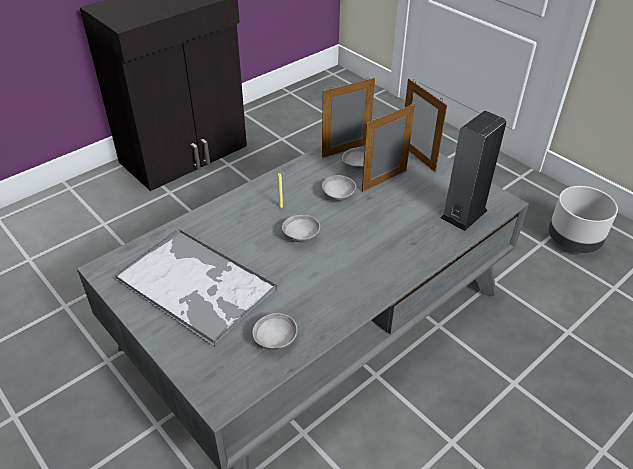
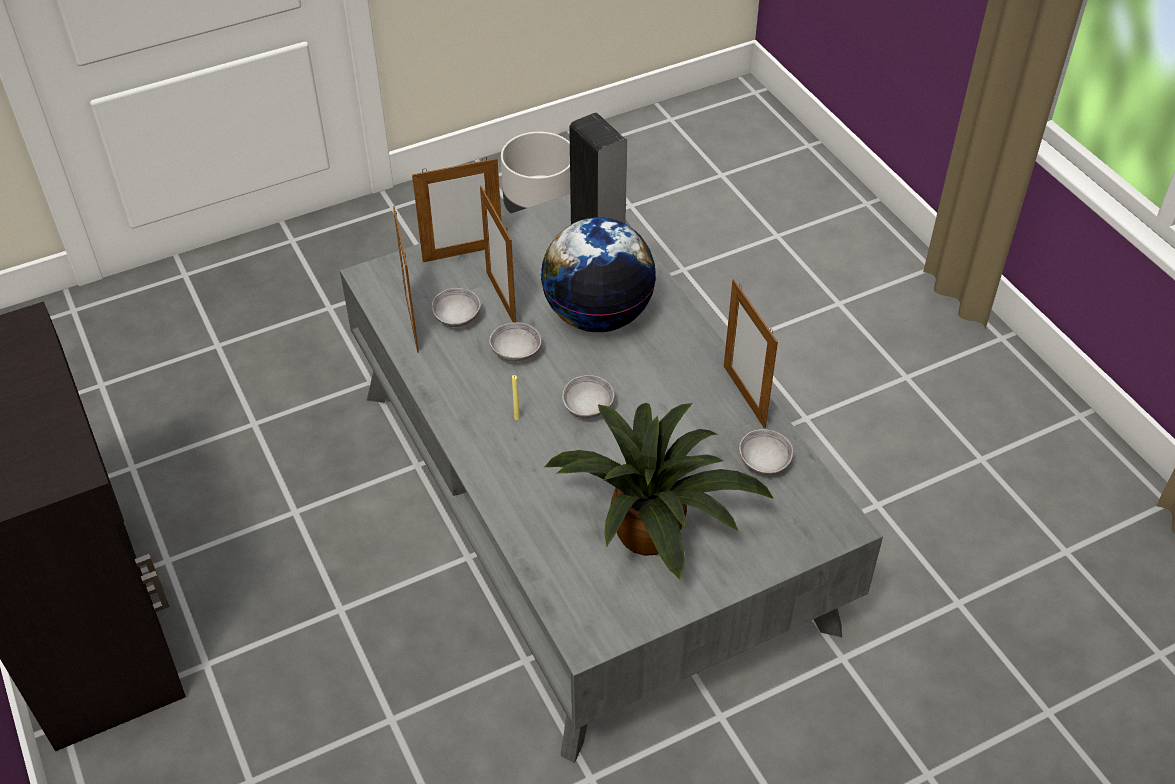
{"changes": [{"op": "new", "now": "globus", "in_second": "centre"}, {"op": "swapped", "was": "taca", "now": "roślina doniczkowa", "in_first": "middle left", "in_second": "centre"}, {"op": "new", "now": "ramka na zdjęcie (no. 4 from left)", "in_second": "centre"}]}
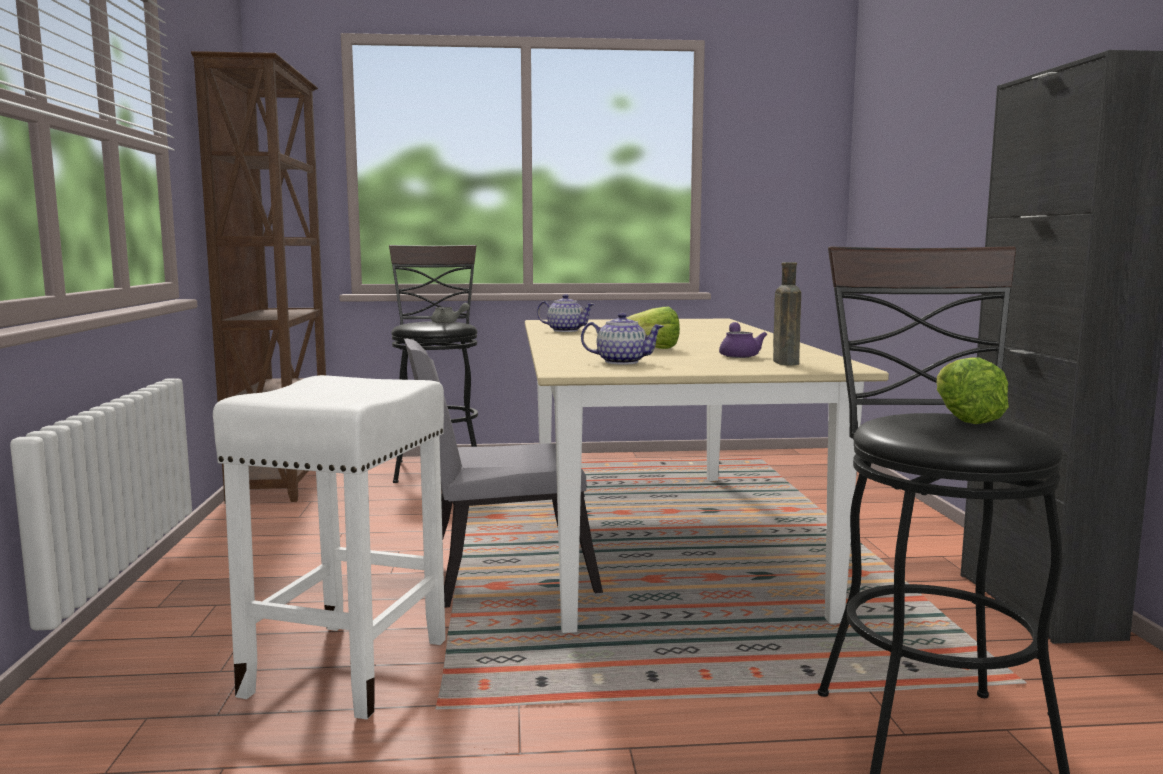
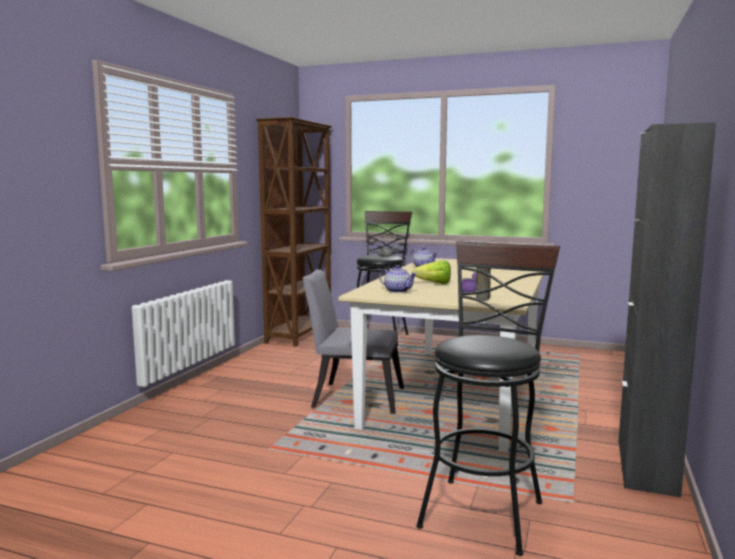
{"changes": [{"op": "gone", "was": "stołek (biały)", "in_first": "bottom left"}, {"op": "gone", "was": "sałata (no. 2 from left)", "in_first": "middle right"}]}
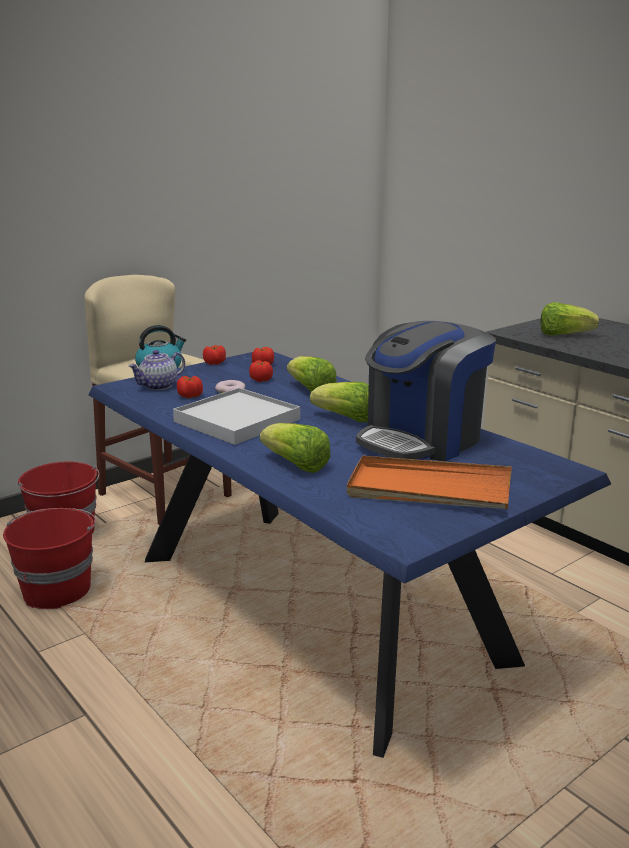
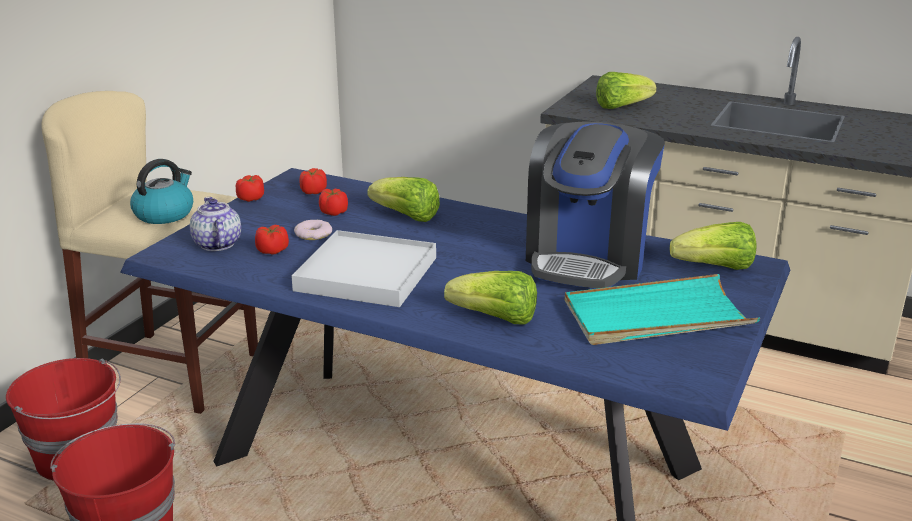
{"changes": [{"op": "rotated", "was": "imbryk", "in_first": "middle left", "in_second": "middle left", "clockwise": 135}, {"op": "repainted", "was": "taca (pomarańczowy)", "now": "taca (turkusowy)", "in_first": "middle right", "in_second": "middle right"}, {"op": "shifted", "was": "sałata (no. 3 from left in the first image)", "now": "sałata (no. 4 from left)", "in_first": "centre", "in_second": "middle right"}]}
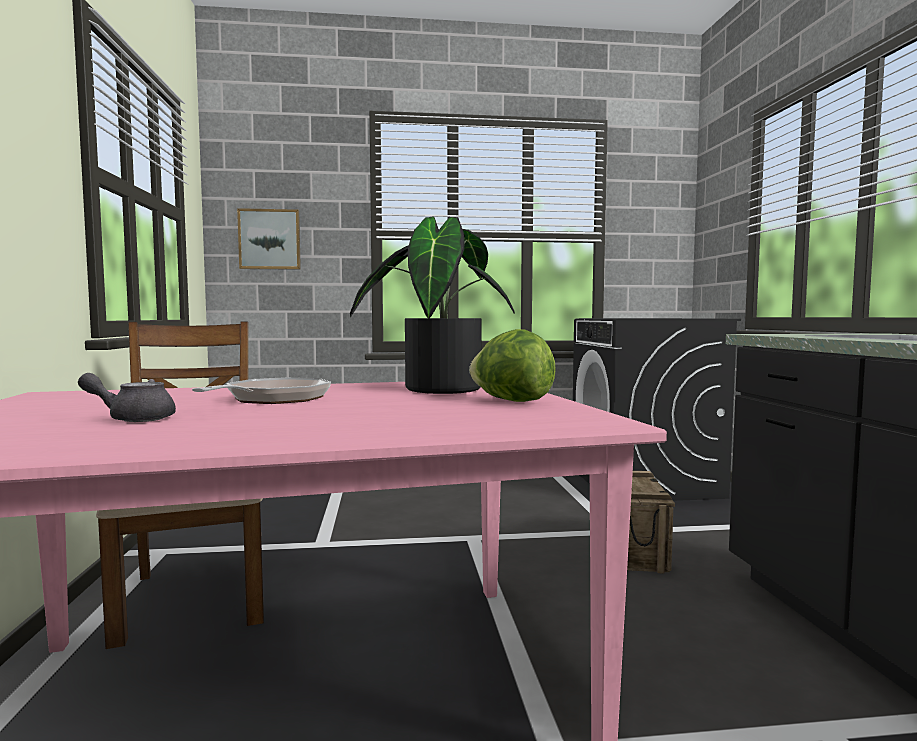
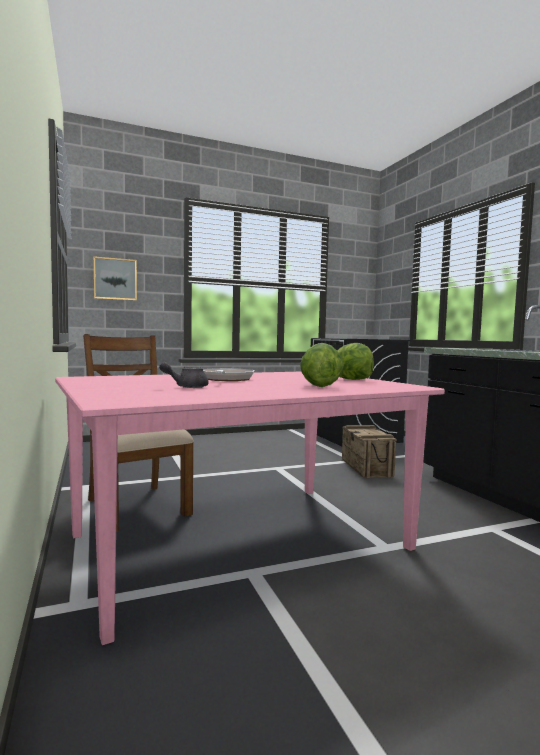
{"changes": [{"op": "new", "now": "sałata (no. 1 from left)", "in_second": "centre"}, {"op": "gone", "was": "roślina doniczkowa", "in_first": "centre"}]}
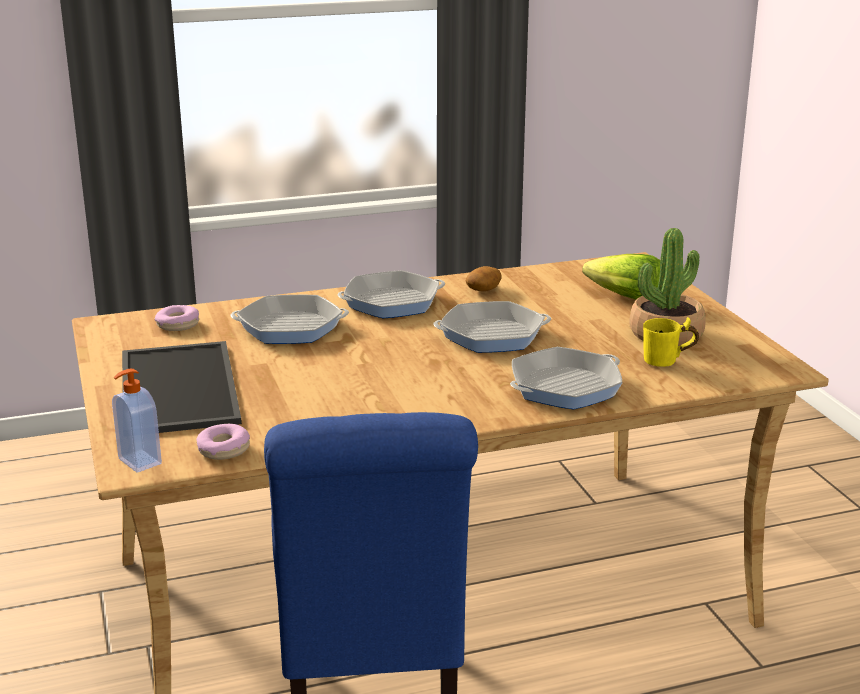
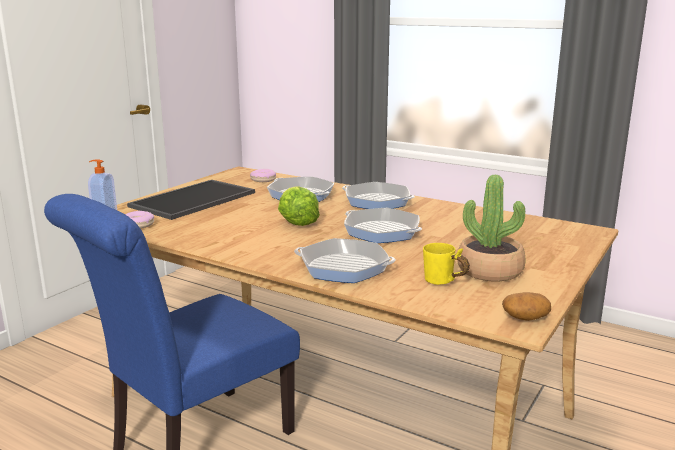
{"changes": [{"op": "shifted", "was": "sałata", "in_first": "middle right", "in_second": "centre"}, {"op": "shifted", "was": "ziemniak", "in_first": "centre", "in_second": "bottom right"}]}
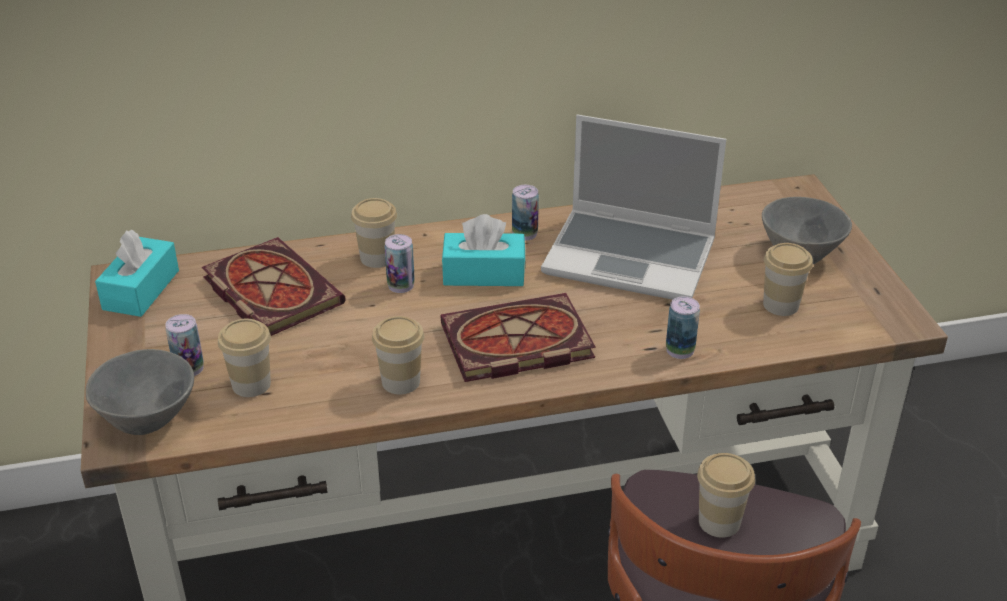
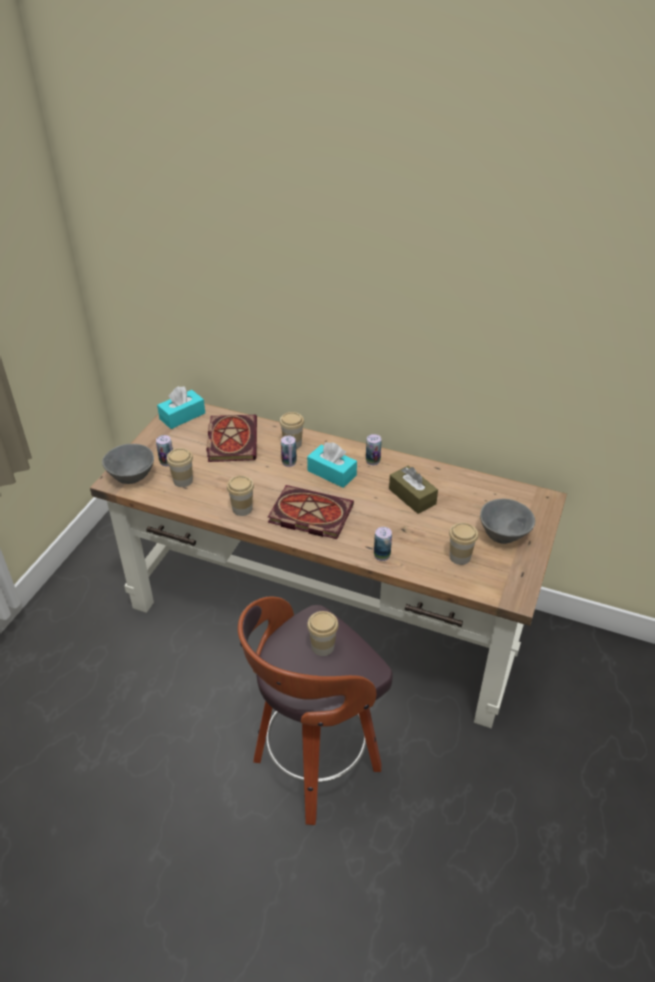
{"changes": [{"op": "swapped", "was": "laptop", "now": "pudełko chusteczek (brązowy)", "in_first": "centre", "in_second": "centre"}]}
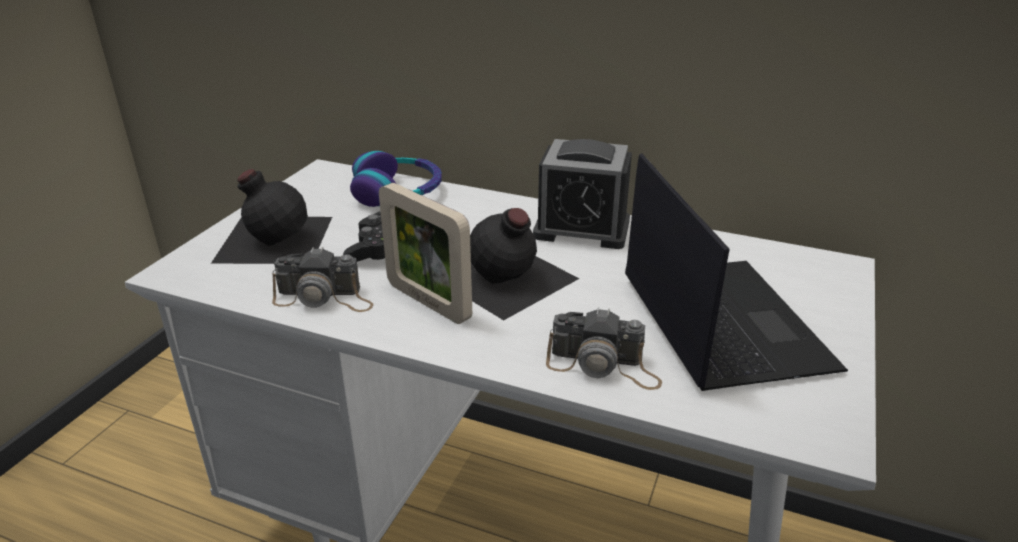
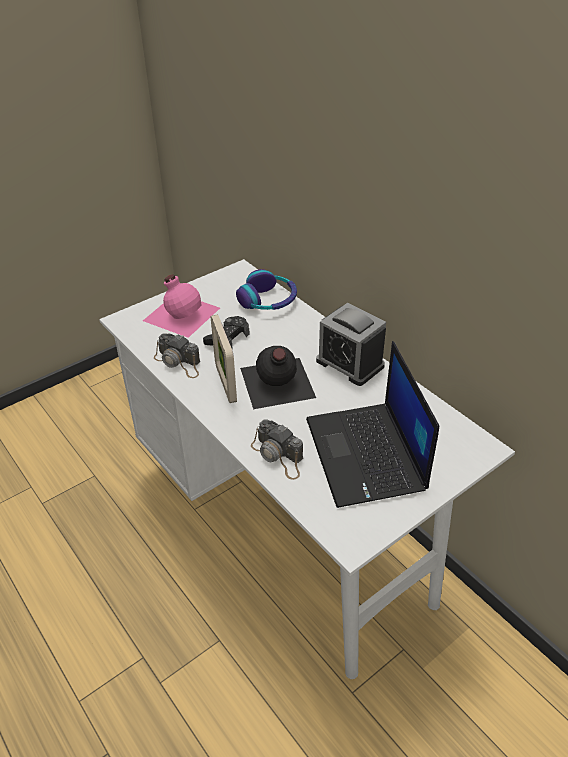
{"changes": [{"op": "repainted", "was": "butelka (czarny) (no. 1 from left)", "now": "butelka (różowy)", "in_first": "middle left", "in_second": "middle left"}, {"op": "rotated", "was": "laptop", "in_first": "middle right", "in_second": "centre", "clockwise": 150}]}
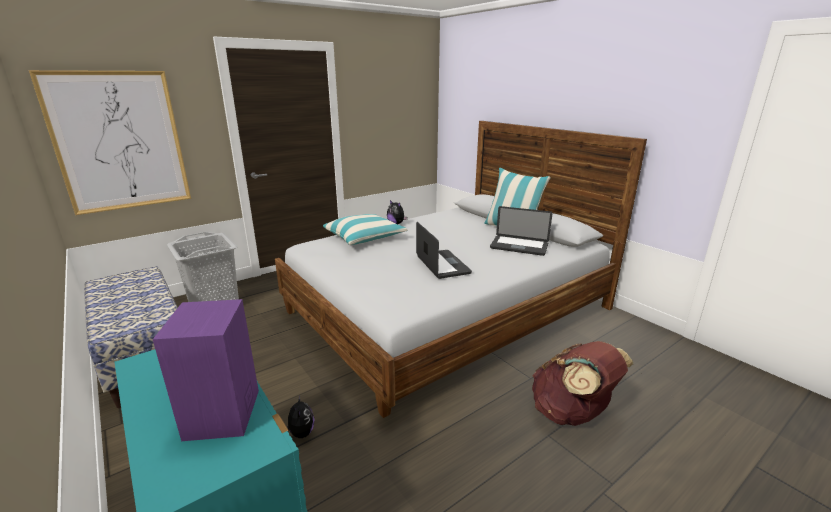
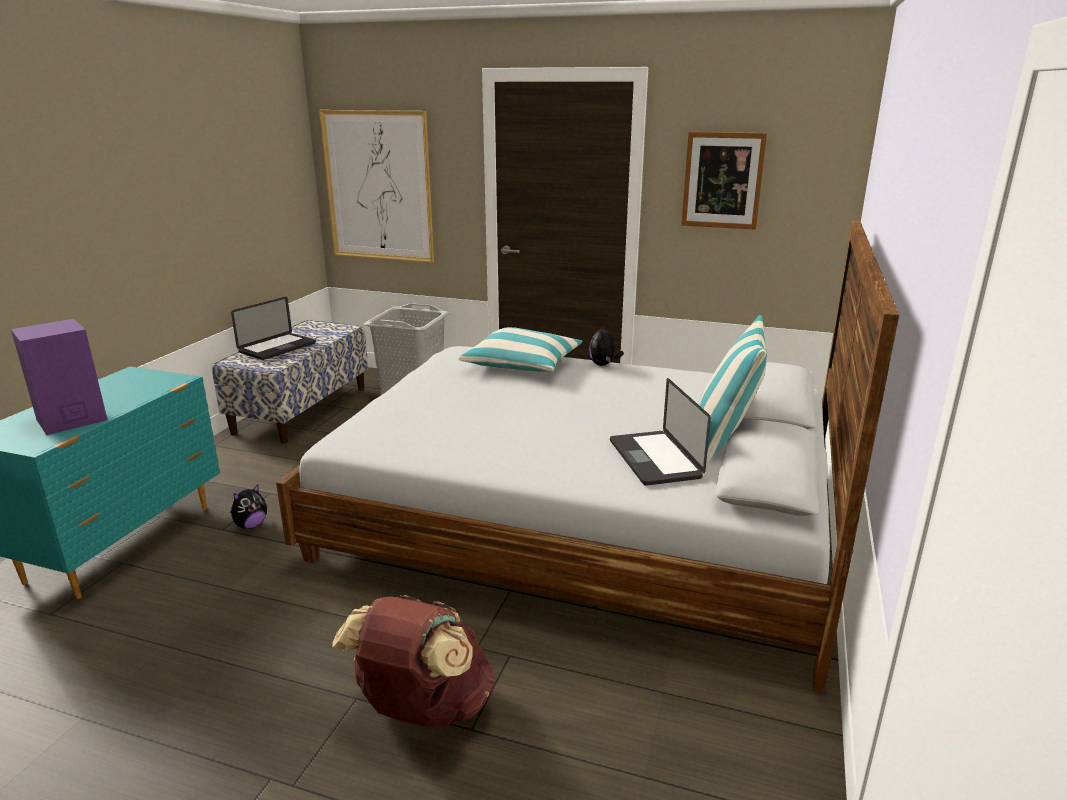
{"changes": [{"op": "shifted", "was": "laptop (no. 1 from left)", "in_first": "centre", "in_second": "middle left"}, {"op": "new", "now": "obraz (no. 2 from left)", "in_second": "top right"}]}
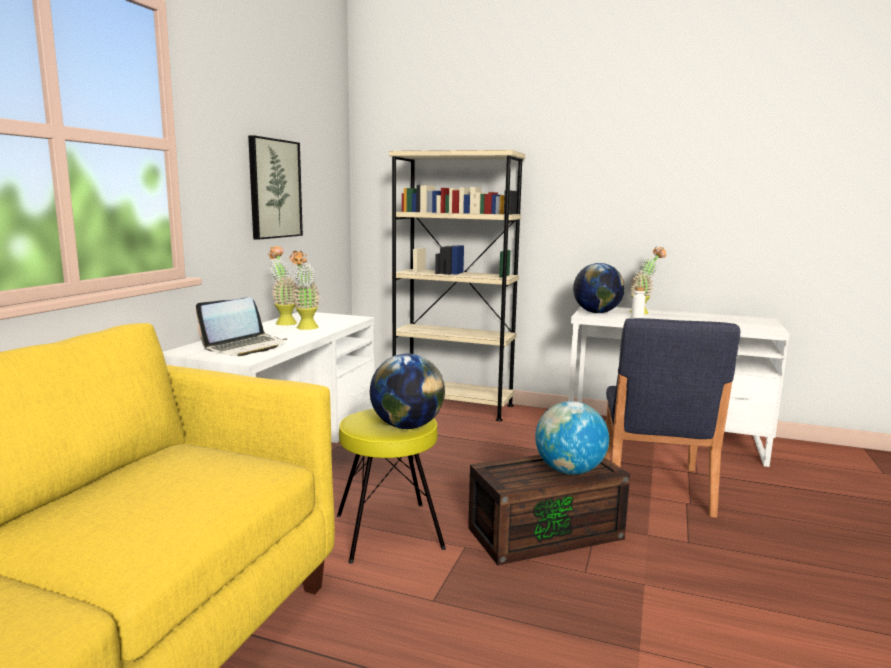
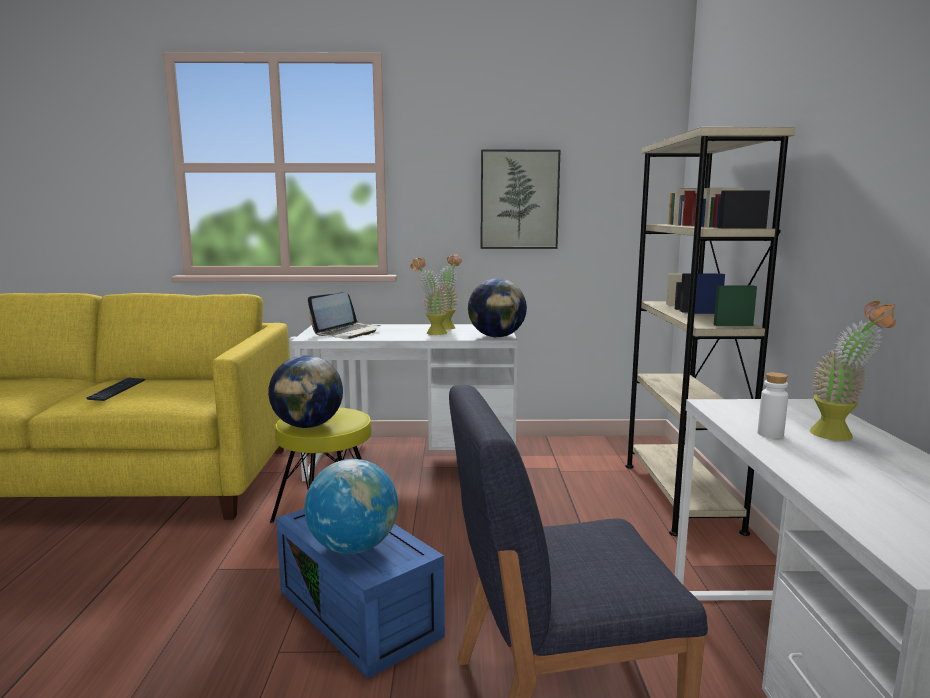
{"changes": [{"op": "new", "now": "klawiatura", "in_second": "middle left"}, {"op": "repainted", "was": "pojemnik do przechowywania (brązowy)", "now": "pojemnik do przechowywania (niebieski)", "in_first": "bottom centre", "in_second": "bottom centre"}, {"op": "rotated", "was": "laptop", "in_first": "middle left", "in_second": "centre", "clockwise": -75}, {"op": "shifted", "was": "globus (no. 3 from left)", "in_first": "middle right", "in_second": "centre"}]}
